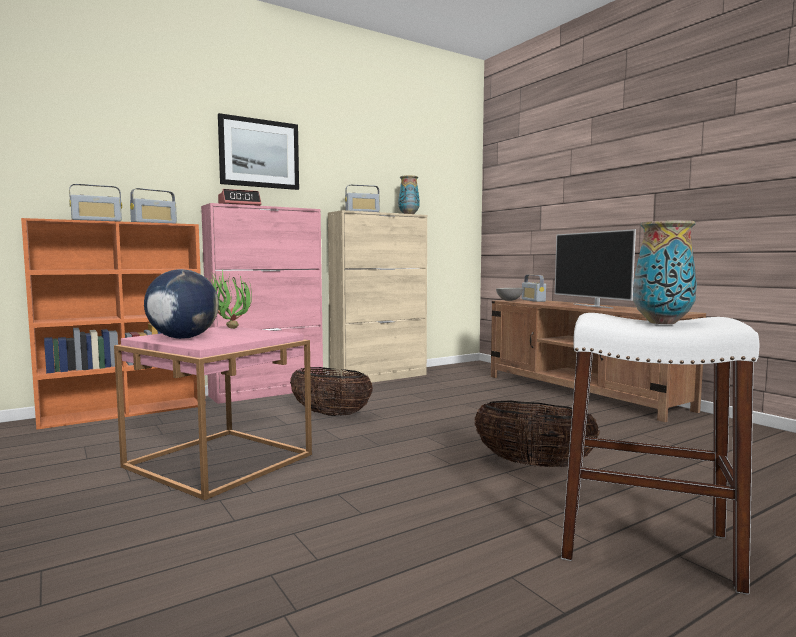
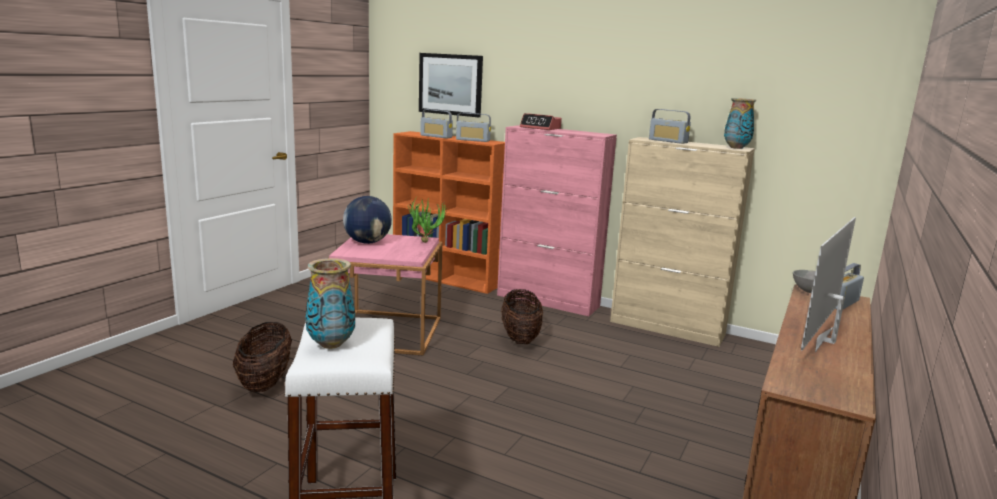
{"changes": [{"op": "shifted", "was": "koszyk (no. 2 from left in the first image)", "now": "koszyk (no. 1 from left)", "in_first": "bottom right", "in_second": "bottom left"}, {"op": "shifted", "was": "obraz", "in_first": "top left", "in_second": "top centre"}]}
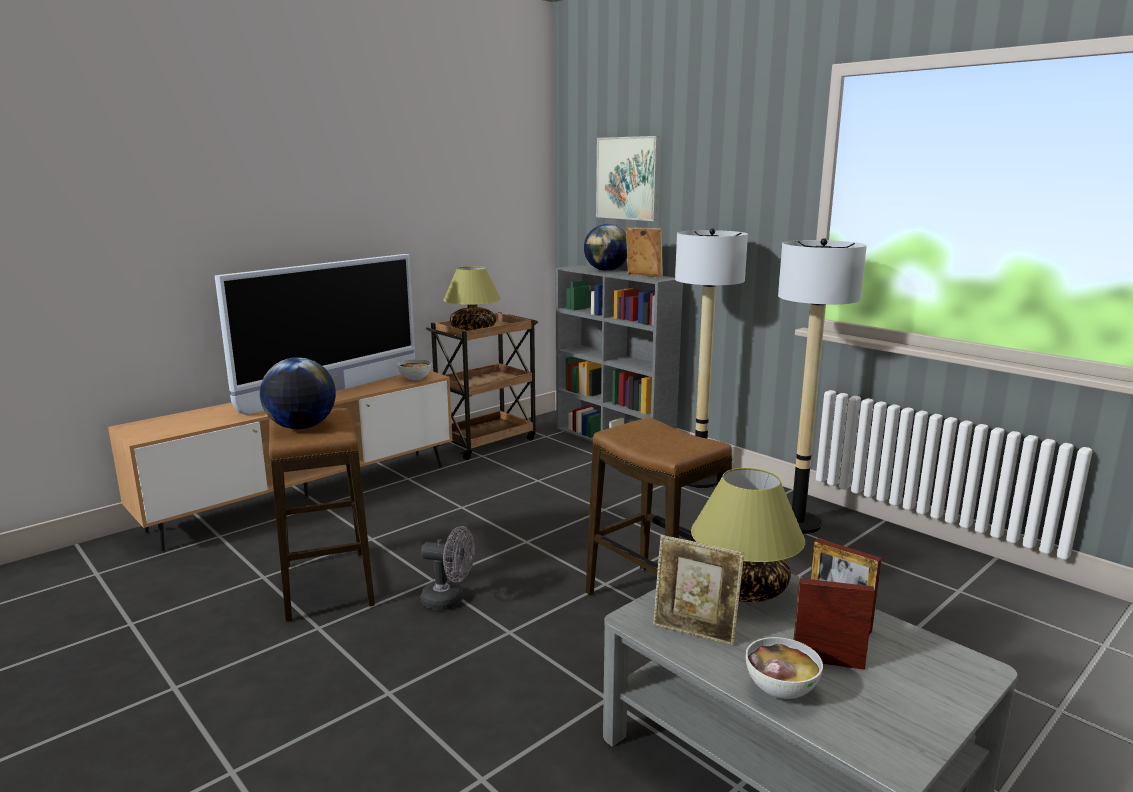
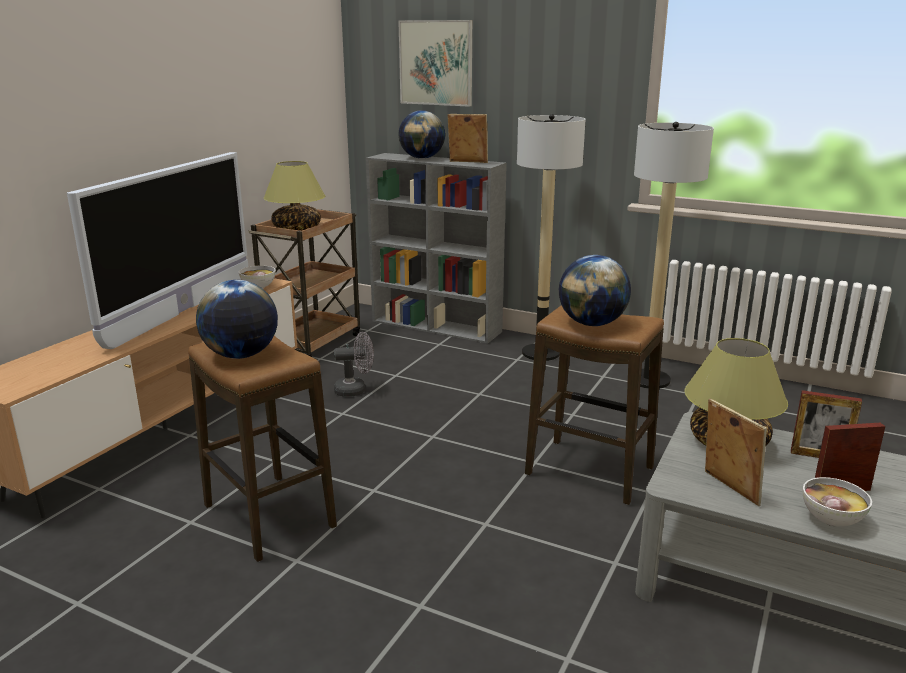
{"changes": [{"op": "shifted", "was": "wentylator (szary)", "in_first": "bottom centre", "in_second": "centre"}, {"op": "new", "now": "globus (no. 3 from left)", "in_second": "centre"}, {"op": "rotated", "was": "ramka na zdjęcie (no. 2 from left)", "in_first": "bottom centre", "in_second": "bottom right", "clockwise": -120}]}
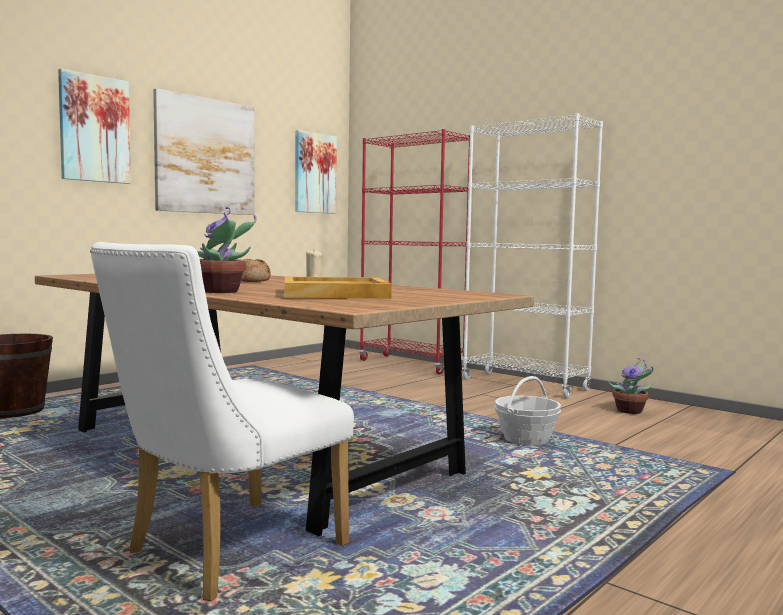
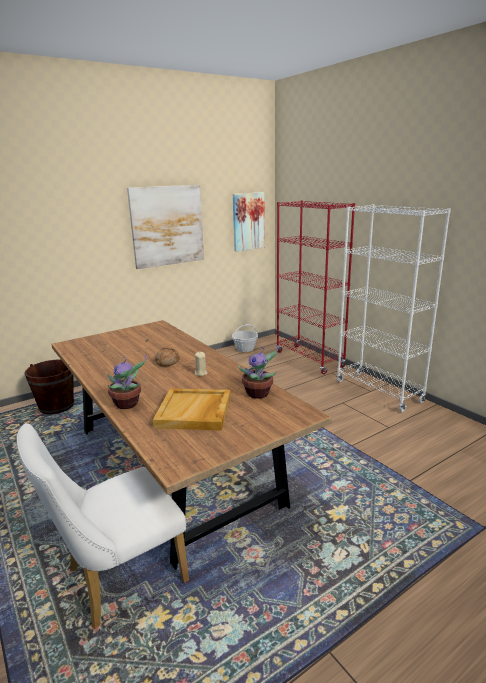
{"changes": [{"op": "shifted", "was": "koszyk", "in_first": "bottom right", "in_second": "centre"}, {"op": "shifted", "was": "roślina doniczkowa (no. 2 from left)", "in_first": "middle right", "in_second": "centre"}, {"op": "gone", "was": "obraz (no. 1 from left)", "in_first": "top left"}]}
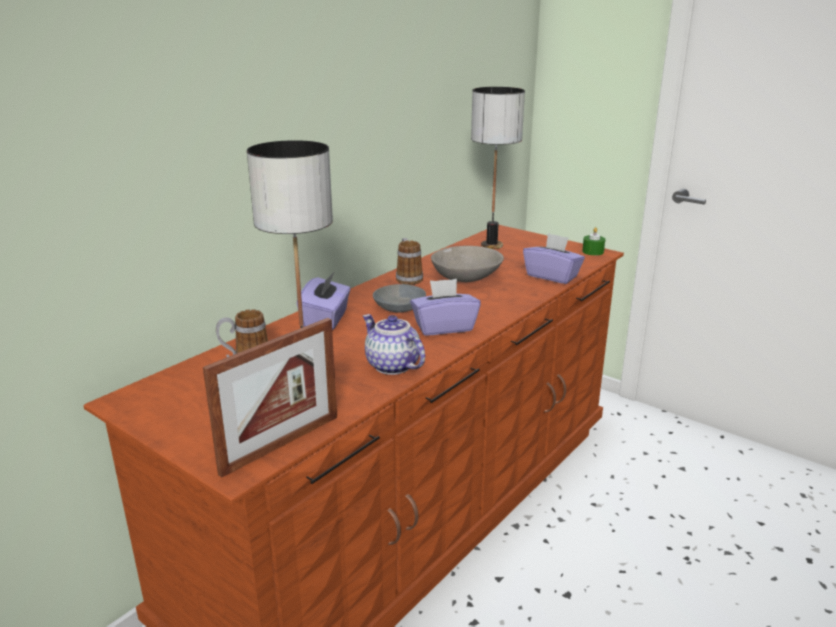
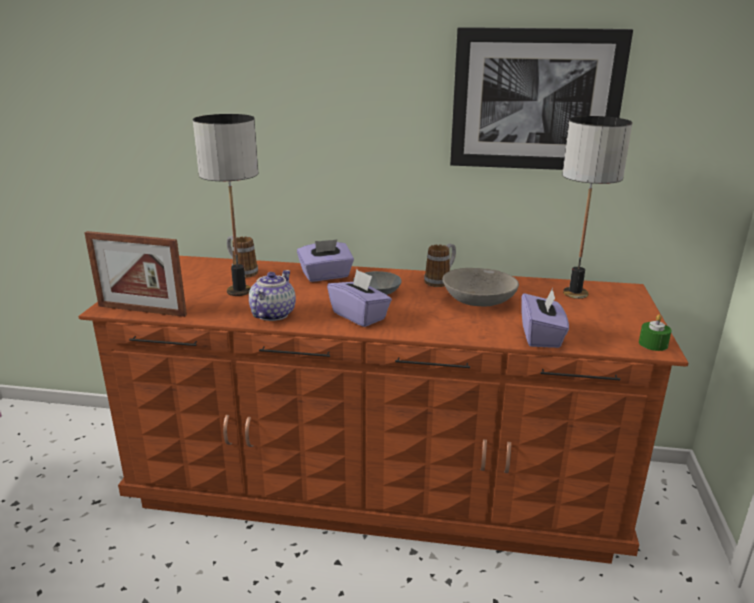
{"changes": [{"op": "new", "now": "obraz", "in_second": "top right"}]}
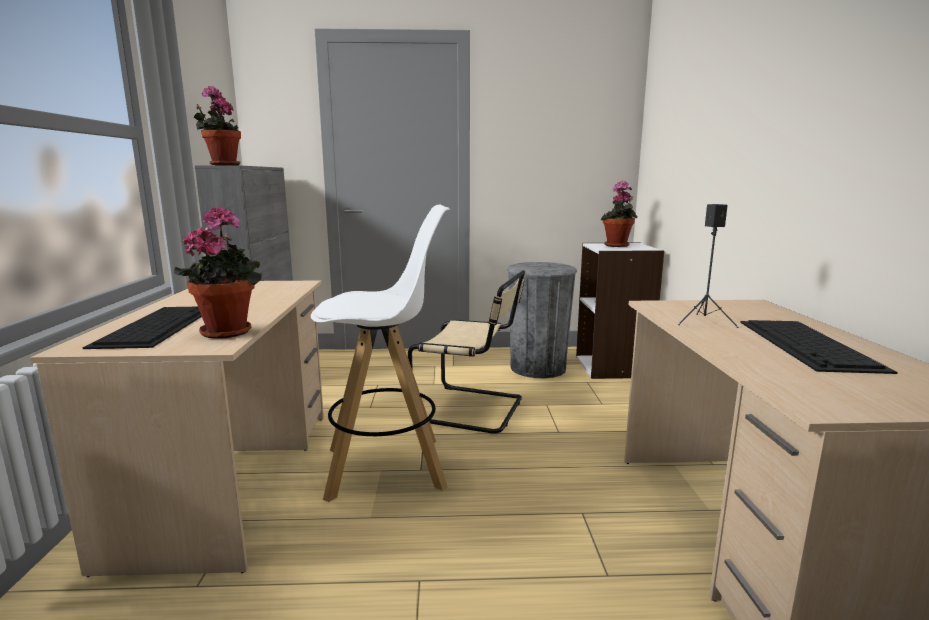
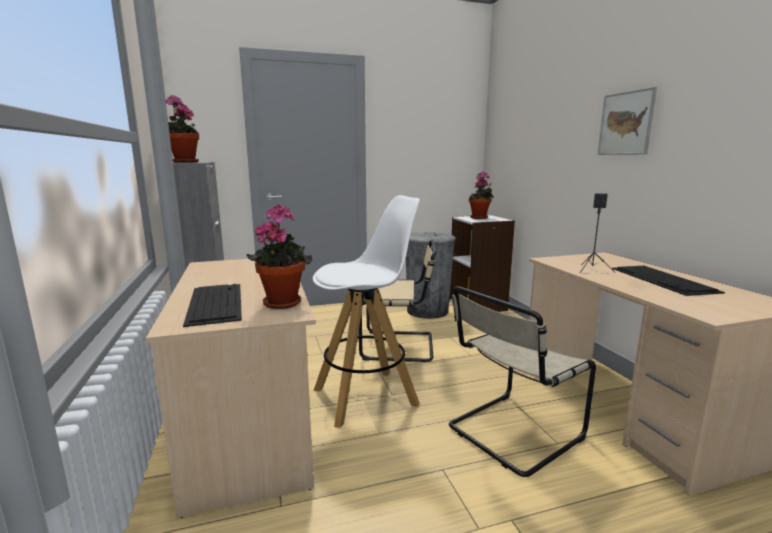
{"changes": [{"op": "new", "now": "krzesło (beżowy) (no. 2 from left)", "in_second": "bottom right"}, {"op": "new", "now": "obraz", "in_second": "top right"}]}
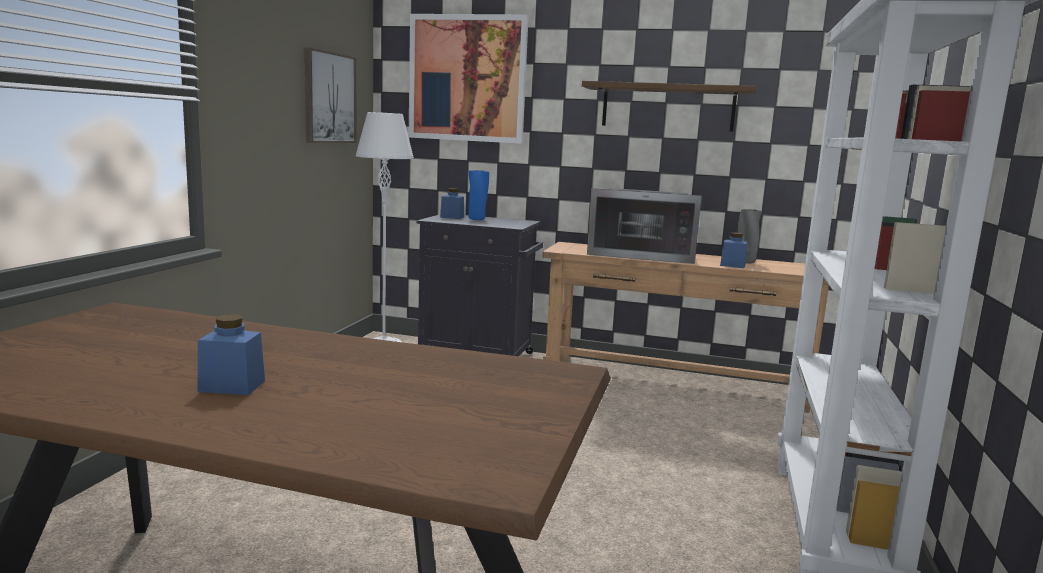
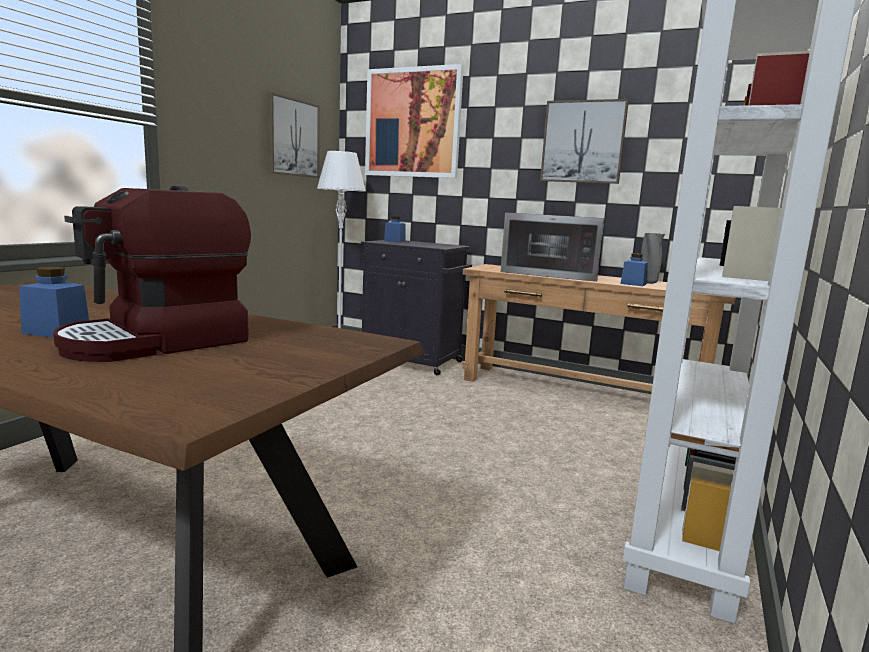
{"changes": [{"op": "new", "now": "ekspres do kawy", "in_second": "middle left"}, {"op": "swapped", "was": "półka", "now": "obraz (no. 3 from left)", "in_first": "top centre", "in_second": "top right"}, {"op": "gone", "was": "wazon (niebieski)", "in_first": "centre"}]}
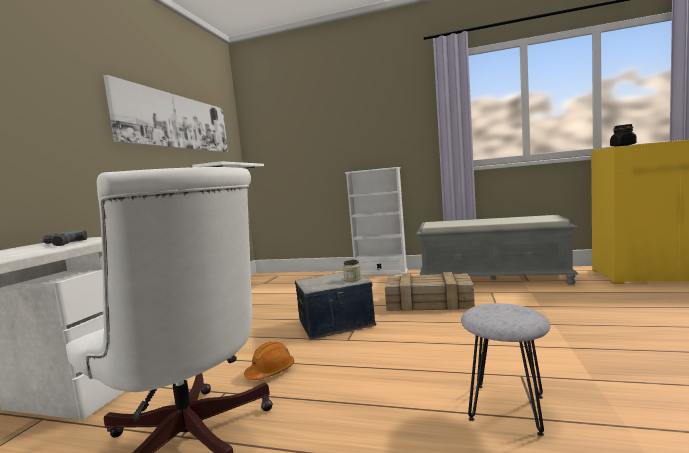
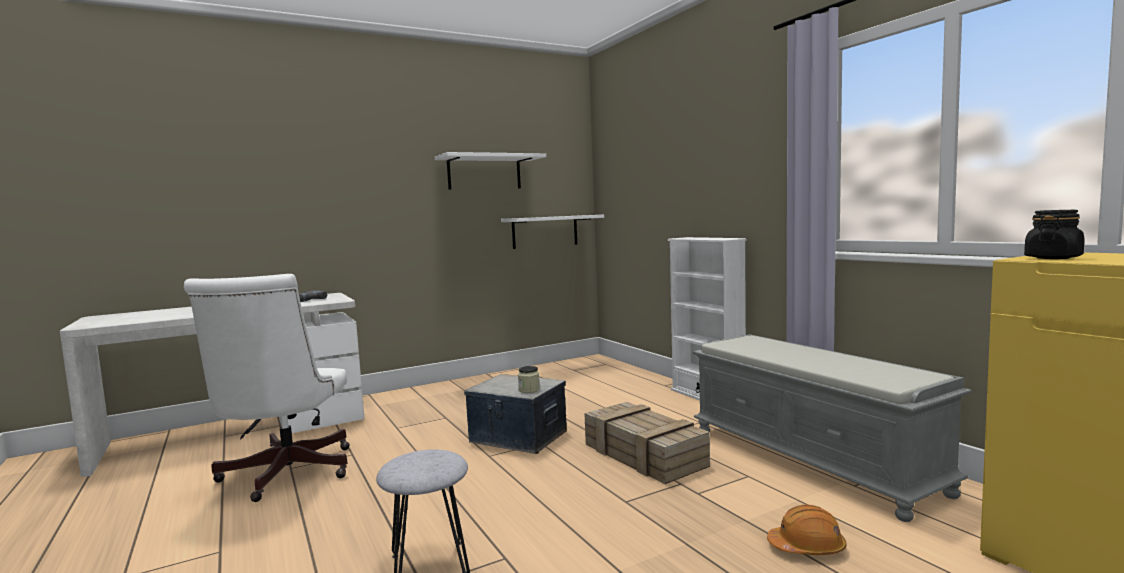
{"changes": [{"op": "swapped", "was": "obraz", "now": "półka (biały) (no. 1 from left)", "in_first": "top left", "in_second": "top centre"}, {"op": "shifted", "was": "kask (pomarańczowy)", "in_first": "bottom centre", "in_second": "bottom right"}]}
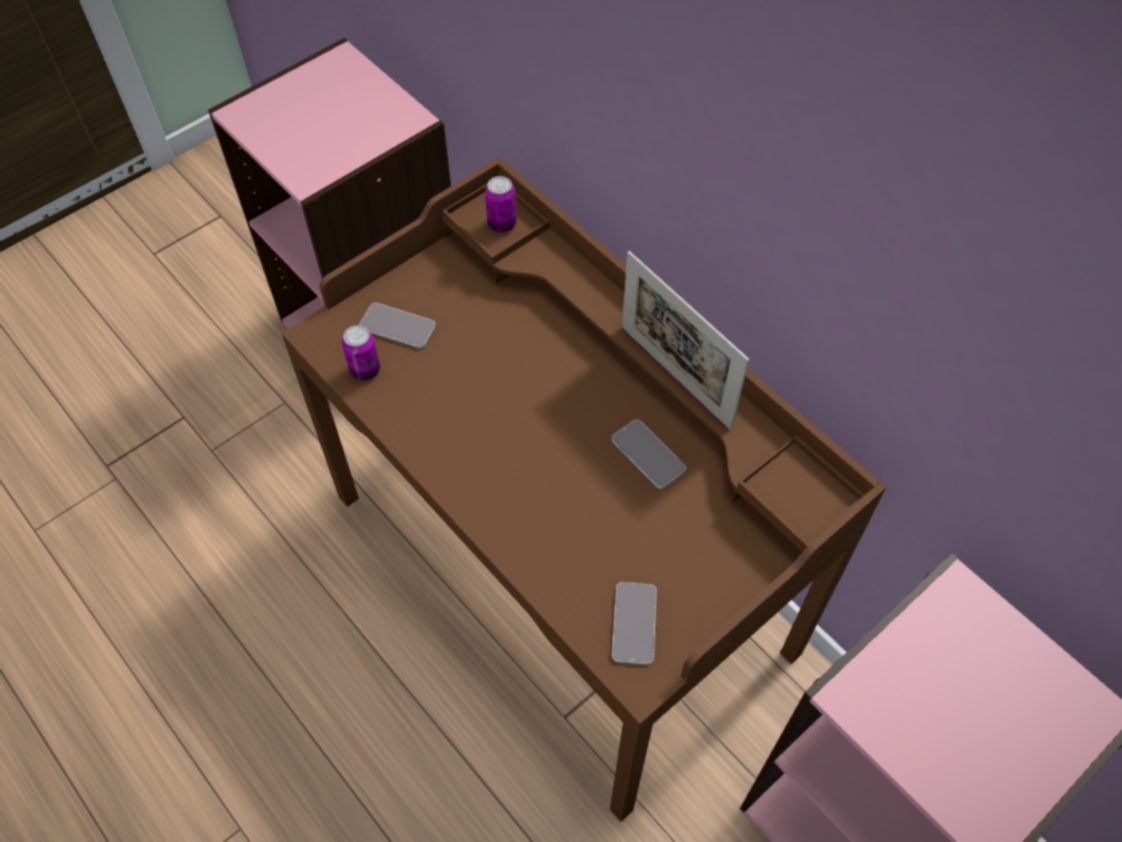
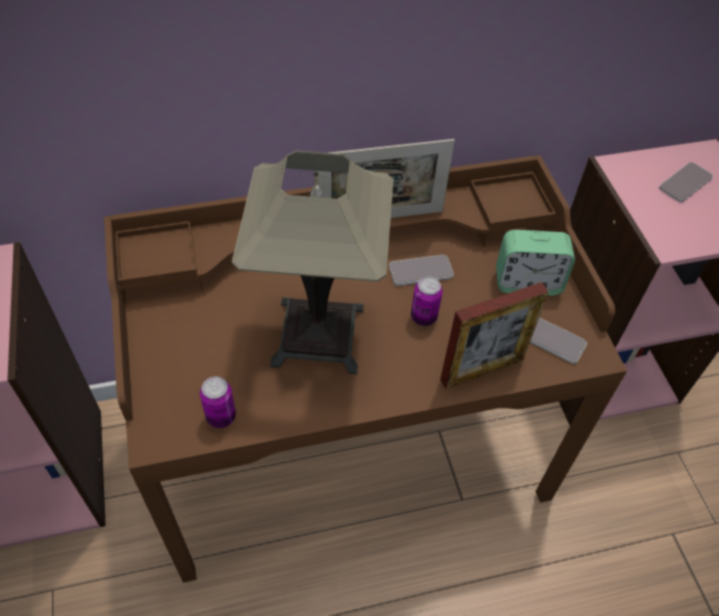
{"changes": [{"op": "new", "now": "lampa stołowa", "in_second": "centre"}, {"op": "shifted", "was": "puszka (no. 2 from left)", "in_first": "top centre", "in_second": "centre"}, {"op": "new", "now": "ramka na zdjęcie (no. 2 from left)", "in_second": "middle right"}, {"op": "new", "now": "budzik", "in_second": "middle right"}, {"op": "shifted", "was": "telefon (no. 1 from left in the first image)", "now": "telefon (no. 3 from left)", "in_first": "centre", "in_second": "top right"}]}
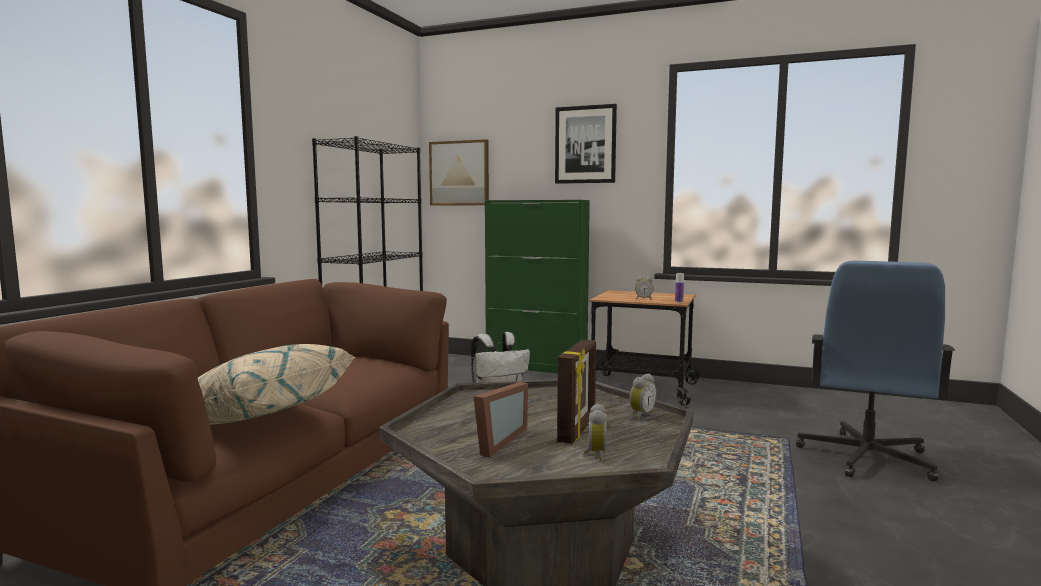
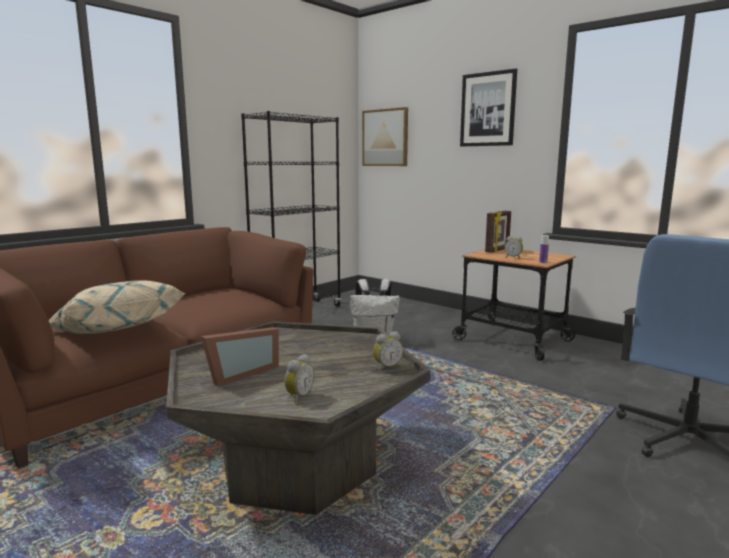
{"changes": [{"op": "shifted", "was": "ramka na zdjęcie (no. 2 from left)", "in_first": "bottom centre", "in_second": "middle right"}, {"op": "gone", "was": "szafka (zielony)", "in_first": "centre"}]}
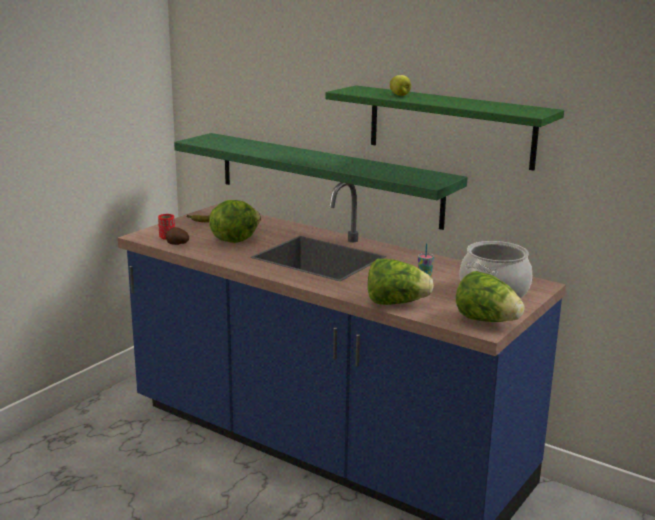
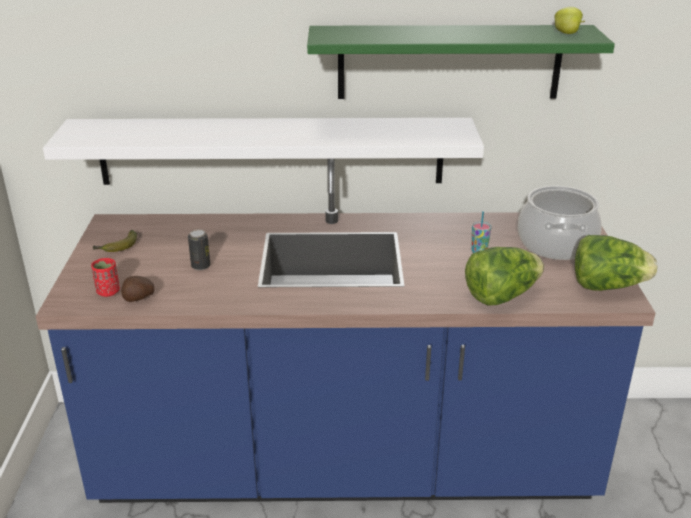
{"changes": [{"op": "repainted", "was": "półka (zielony) (no. 1 from left)", "now": "półka (biały)", "in_first": "centre", "in_second": "top centre"}, {"op": "swapped", "was": "sałata (no. 1 from left)", "now": "puszka", "in_first": "centre", "in_second": "middle left"}, {"op": "shifted", "was": "jabłko", "in_first": "top centre", "in_second": "top right"}]}
